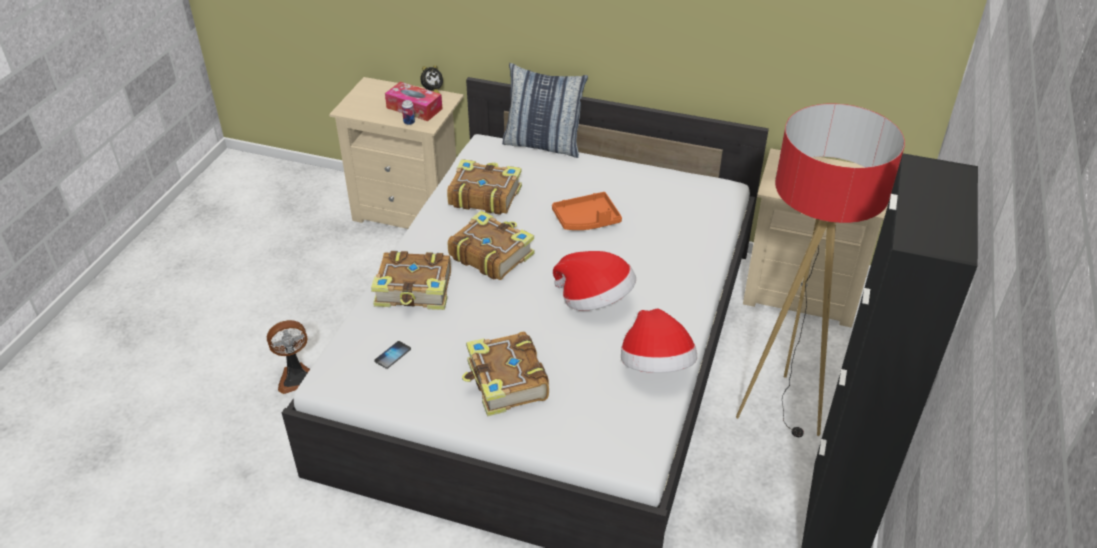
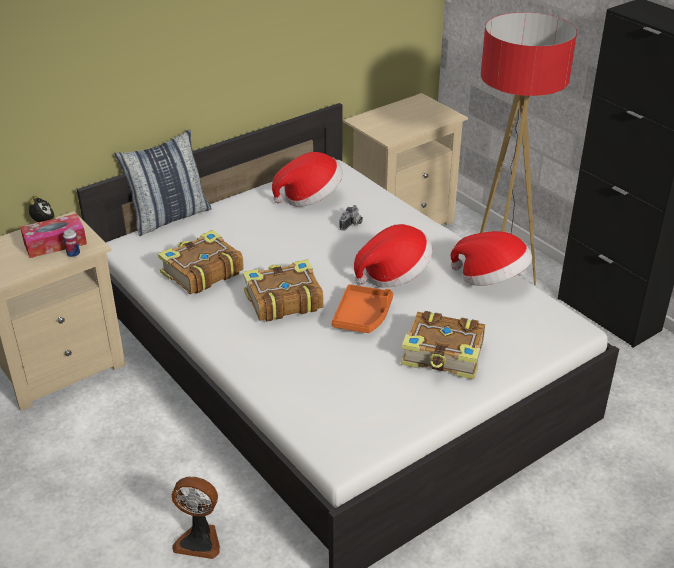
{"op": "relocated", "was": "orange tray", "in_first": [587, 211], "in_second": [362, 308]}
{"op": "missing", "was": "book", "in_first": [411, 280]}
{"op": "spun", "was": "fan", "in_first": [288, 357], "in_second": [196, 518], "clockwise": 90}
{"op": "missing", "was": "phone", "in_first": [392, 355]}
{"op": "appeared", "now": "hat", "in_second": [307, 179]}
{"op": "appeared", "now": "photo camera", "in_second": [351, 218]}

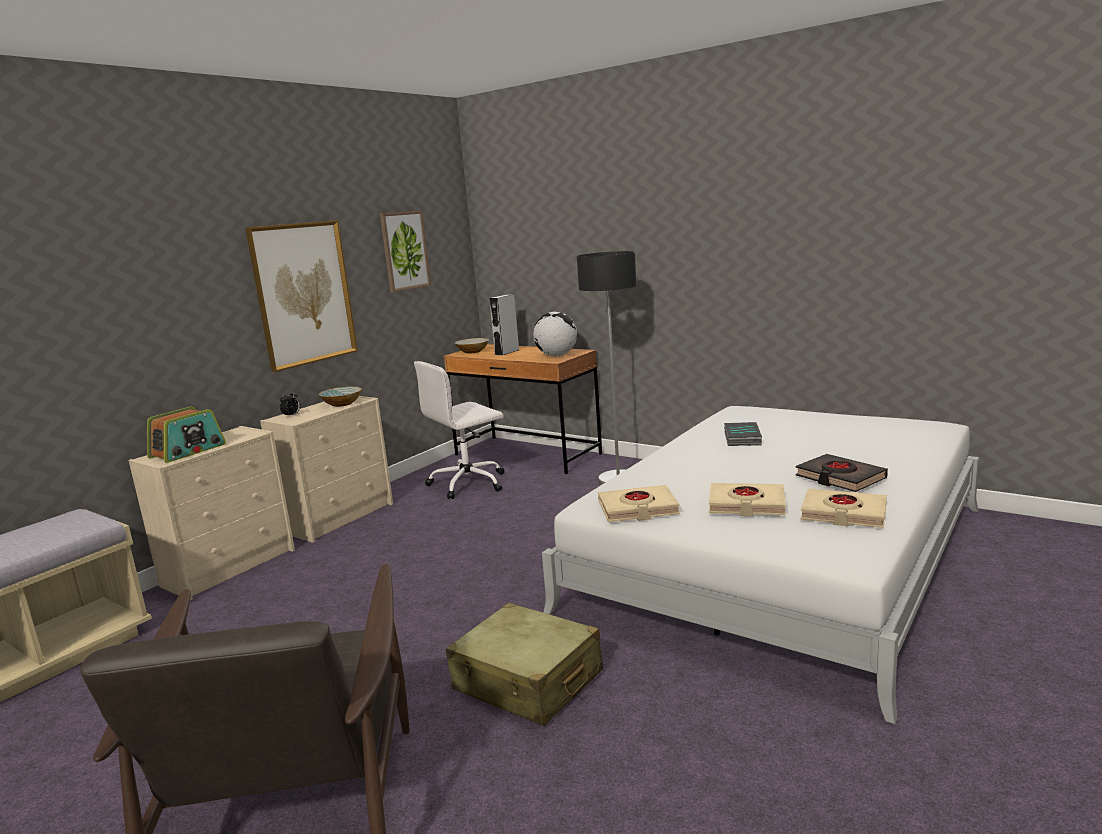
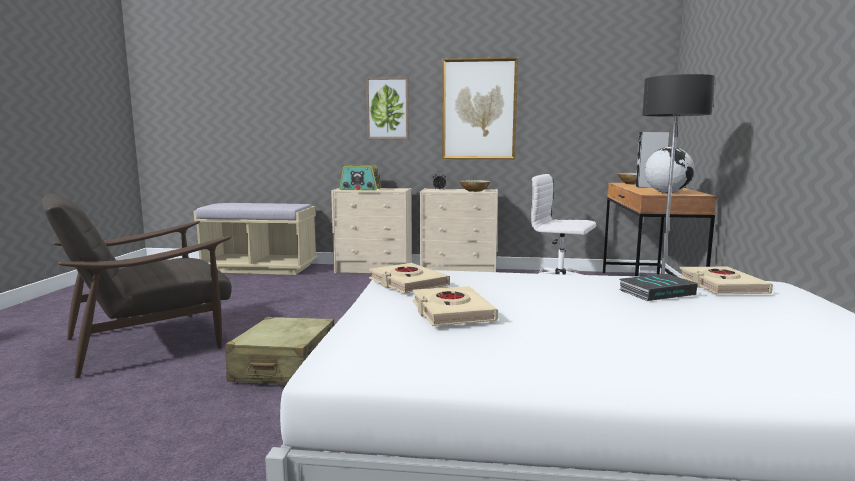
{"op": "relocated", "was": "picture", "in_first": [405, 251], "in_second": [387, 108]}
{"op": "missing", "was": "black book", "in_first": [842, 473]}
{"op": "relocated", "was": "beige book", "in_first": [844, 508], "in_second": [726, 280]}

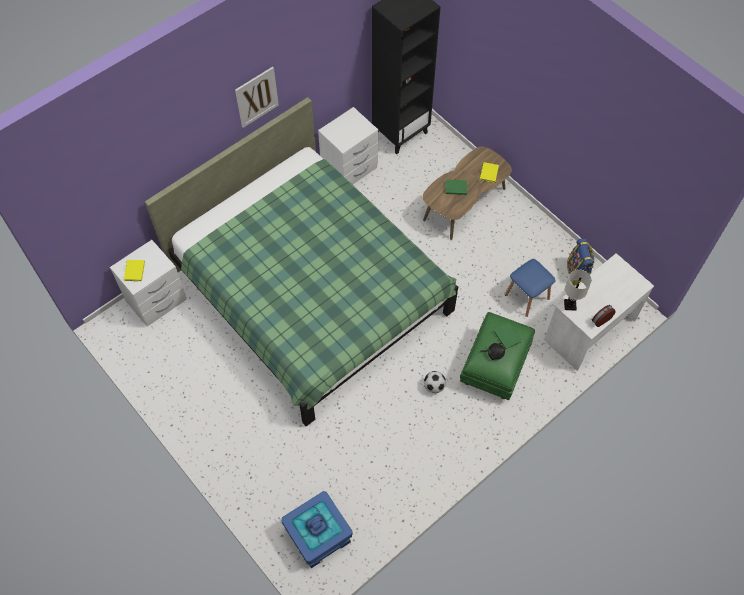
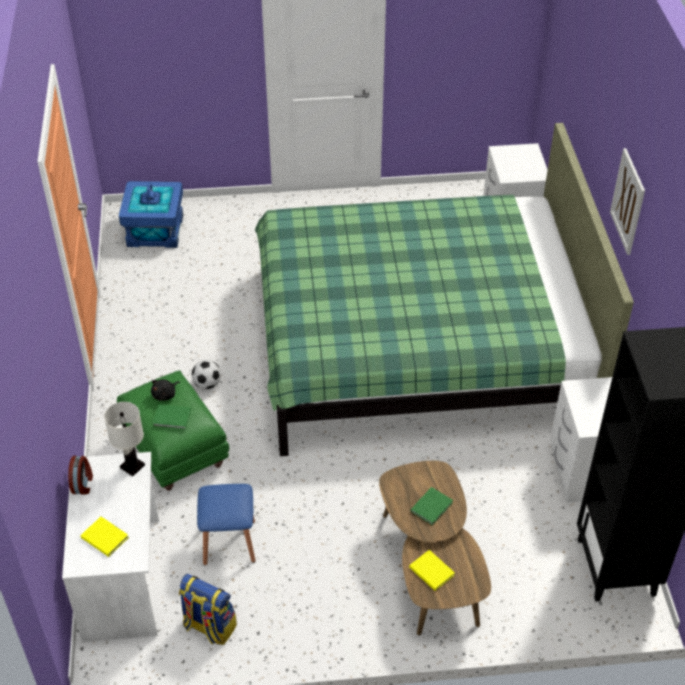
{"op": "relocated", "was": "yellow book", "in_first": [134, 270], "in_second": [105, 537]}

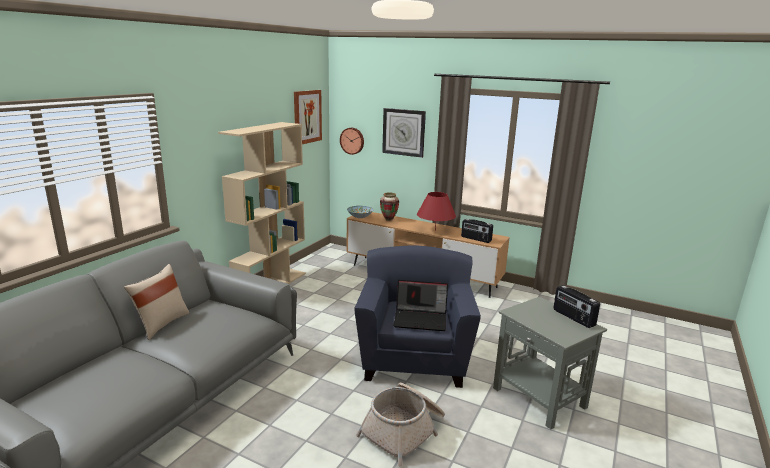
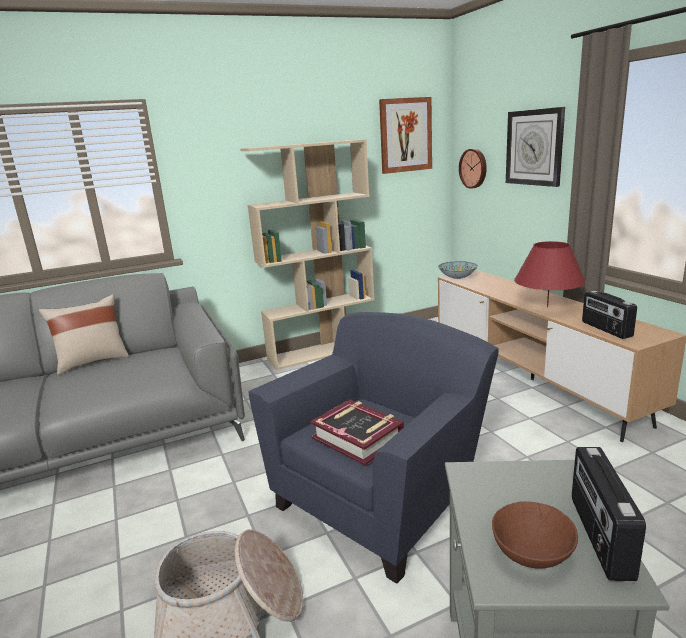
{"op": "missing", "was": "vase", "in_first": [389, 206]}
{"op": "exchanged", "was": "laptop", "now": "book", "in_first": [420, 305], "in_second": [357, 433]}
{"op": "appeared", "now": "brown bowl", "in_second": [535, 535]}

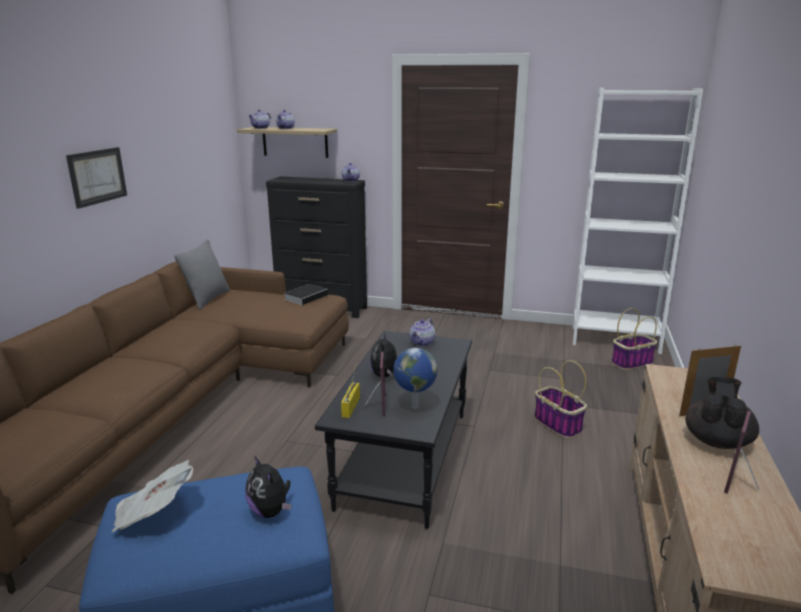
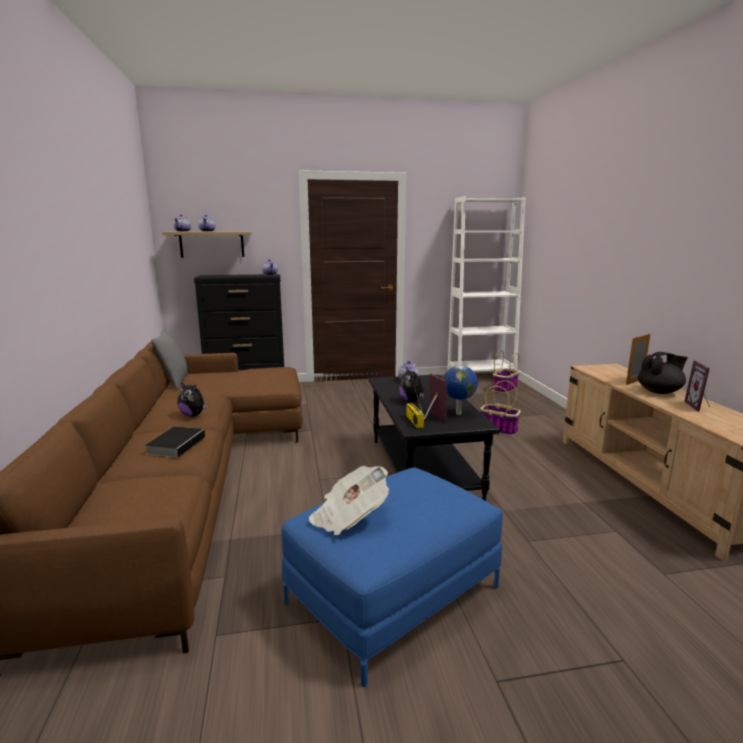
{"op": "missing", "was": "picture", "in_first": [96, 178]}
{"op": "relocated", "was": "book", "in_first": [306, 294], "in_second": [176, 442]}
{"op": "spun", "was": "black teapot", "in_first": [722, 413], "in_second": [663, 373], "clockwise": 75}
{"op": "relocated", "was": "plush toy", "in_first": [268, 487], "in_second": [193, 399]}

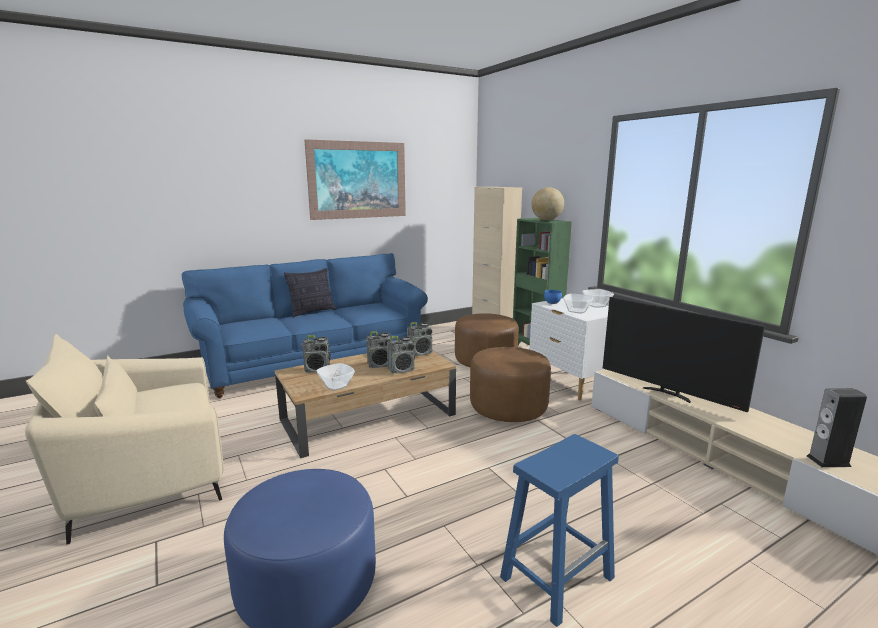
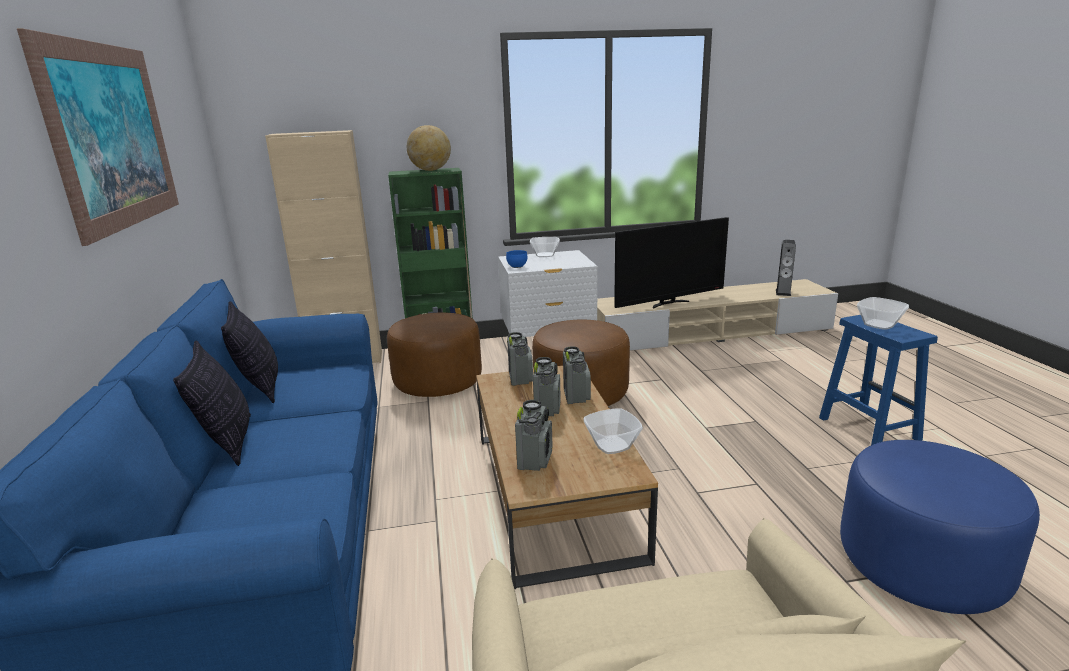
{"op": "relocated", "was": "bowl", "in_first": [578, 303], "in_second": [883, 313]}
{"op": "appeared", "now": "pillow", "in_second": [249, 352]}

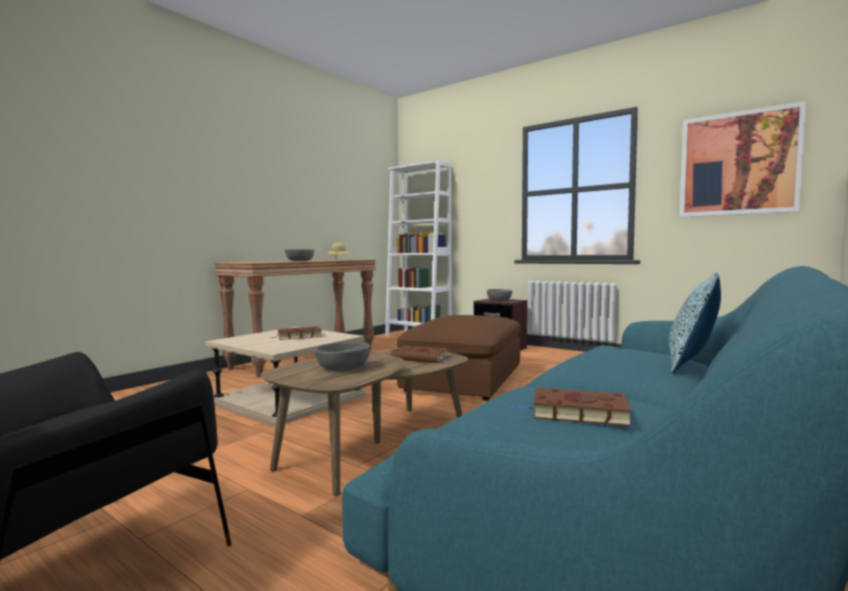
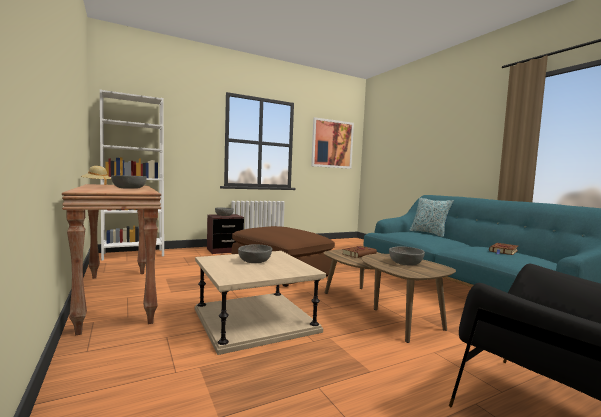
{"op": "exchanged", "was": "brown book", "now": "grey bowl", "in_first": [297, 333], "in_second": [255, 253]}

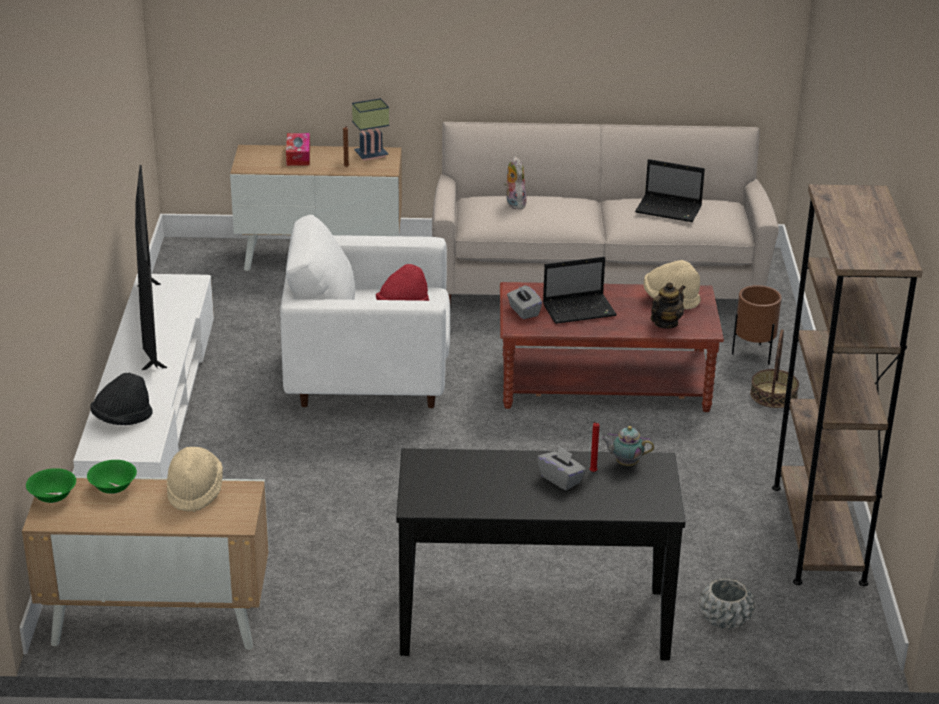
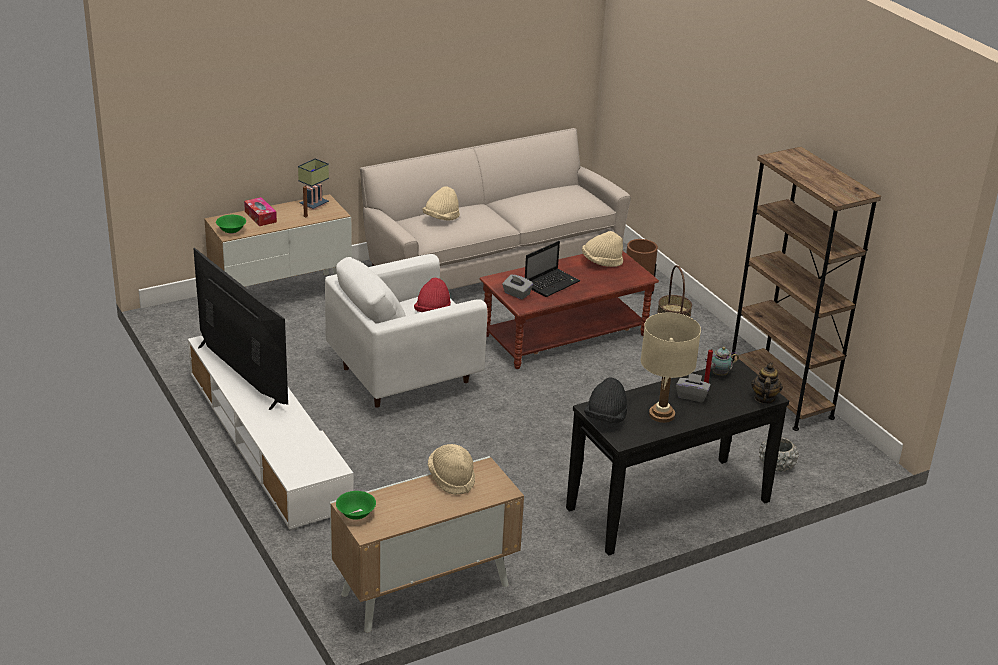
{"op": "exchanged", "was": "plush toy", "now": "beige hat", "in_first": [515, 183], "in_second": [441, 203]}
{"op": "missing", "was": "laptop", "in_first": [670, 190]}
{"op": "relocated", "was": "teapot", "in_first": [668, 305], "in_second": [767, 383]}
{"op": "relocated", "was": "black hat", "in_first": [121, 399], "in_second": [605, 400]}
{"op": "relocated", "was": "green bowl", "in_first": [112, 477], "in_second": [231, 224]}
{"op": "appeared", "now": "beige table lamp", "in_second": [671, 367]}

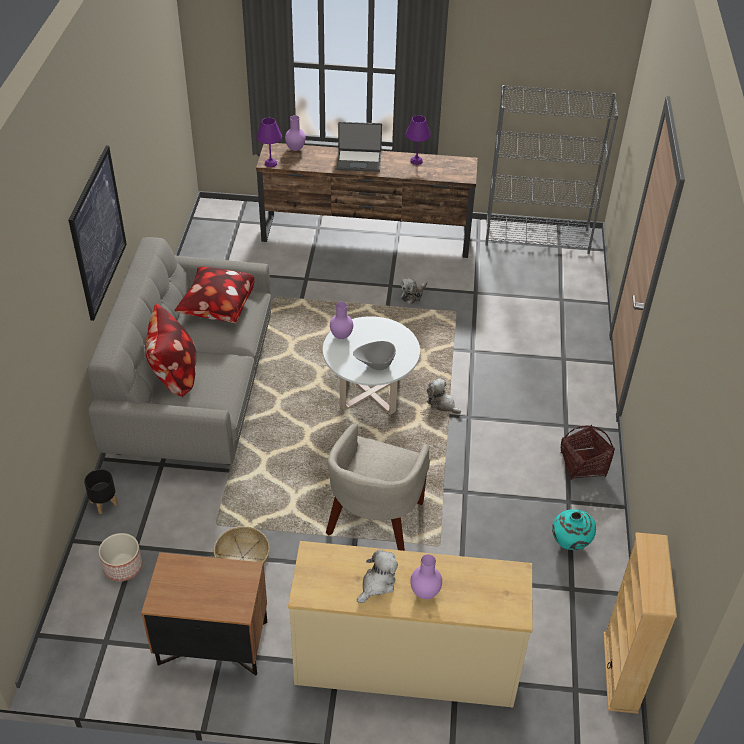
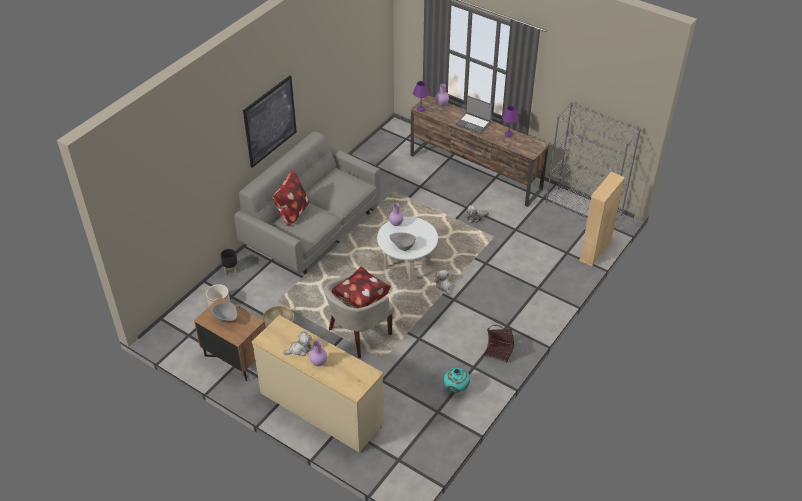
{"op": "relocated", "was": "pillow", "in_first": [214, 295], "in_second": [361, 287]}
{"op": "relocated", "was": "beige bookcase", "in_first": [640, 623], "in_second": [602, 219]}
{"op": "appeared", "now": "grey bowl", "in_second": [224, 312]}

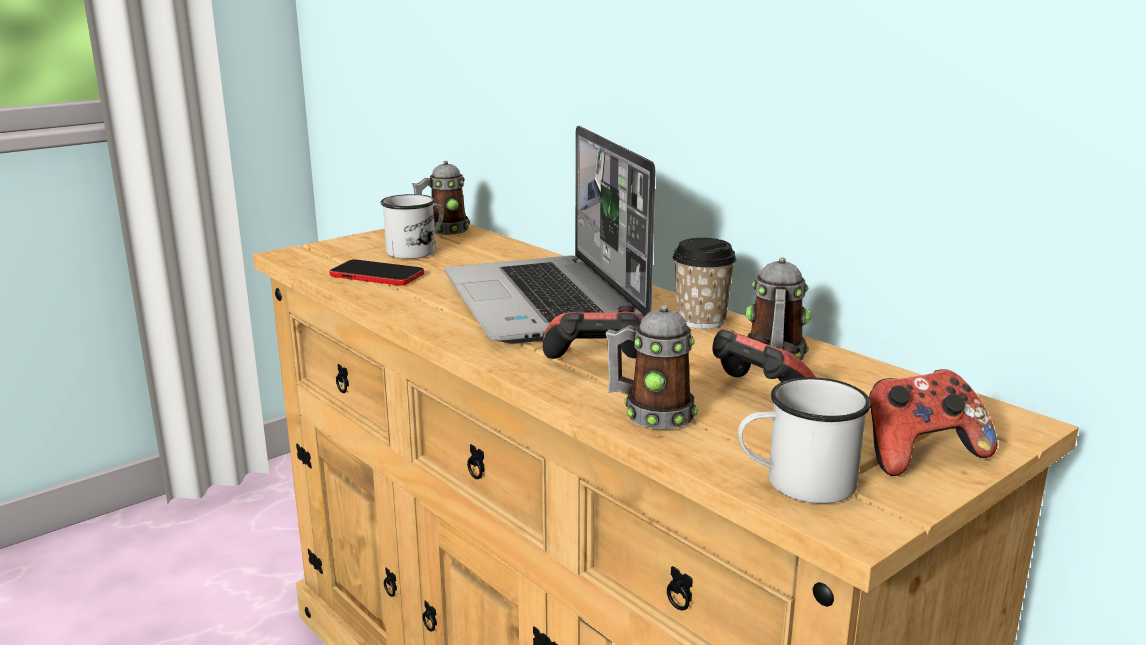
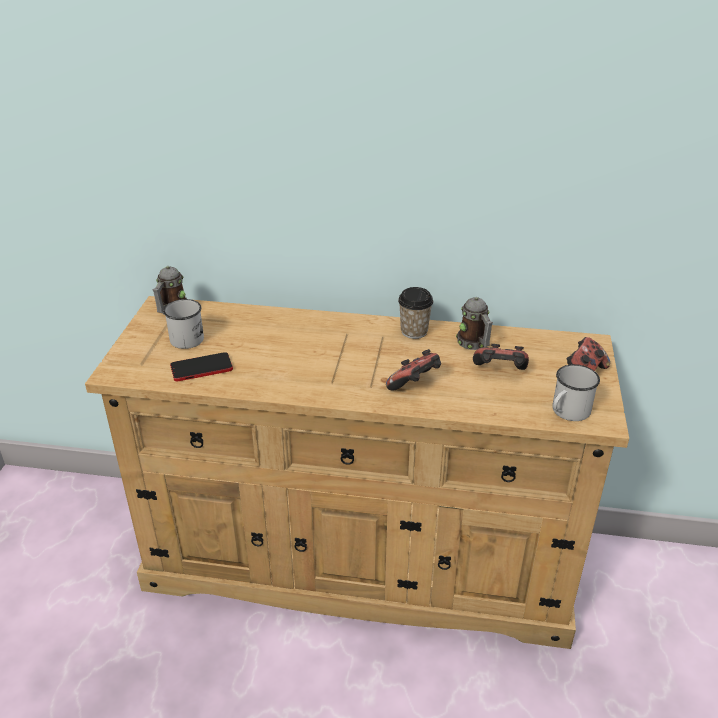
{"op": "missing", "was": "laptop", "in_first": [550, 235]}
{"op": "missing", "was": "mug", "in_first": [652, 367]}

